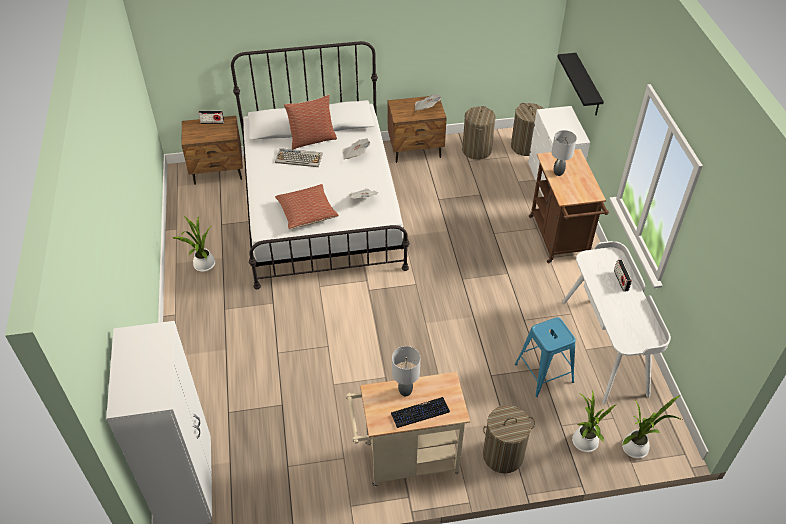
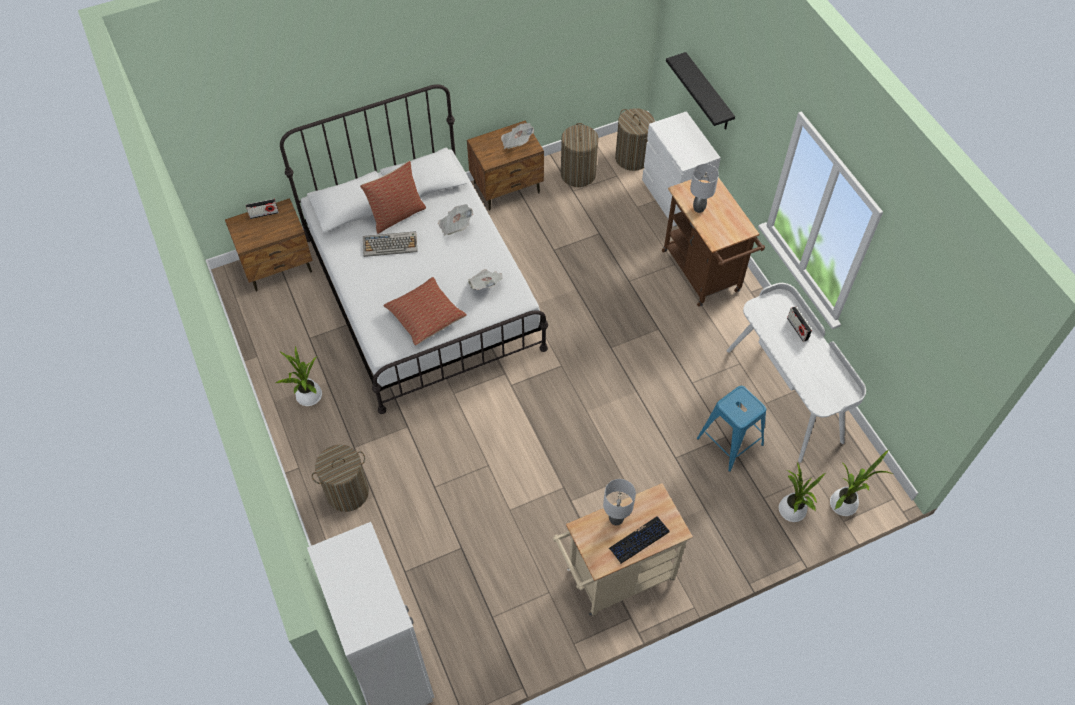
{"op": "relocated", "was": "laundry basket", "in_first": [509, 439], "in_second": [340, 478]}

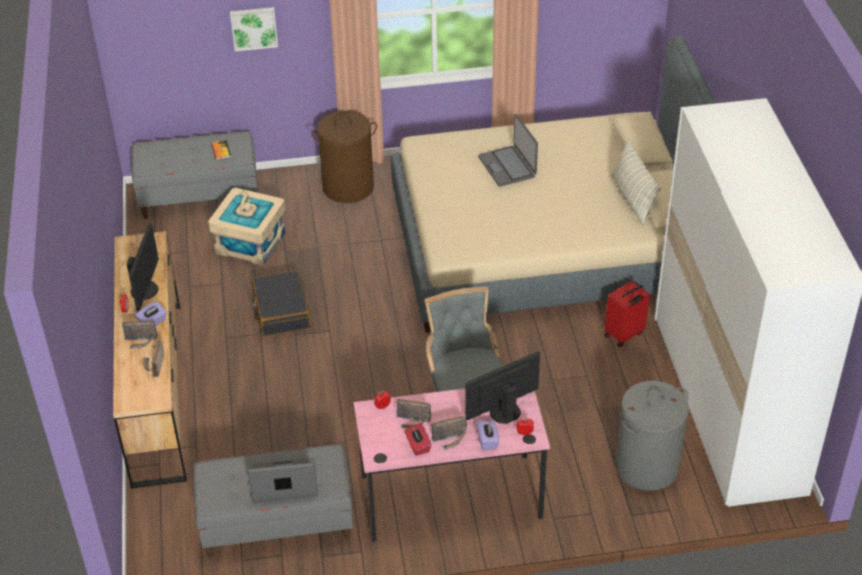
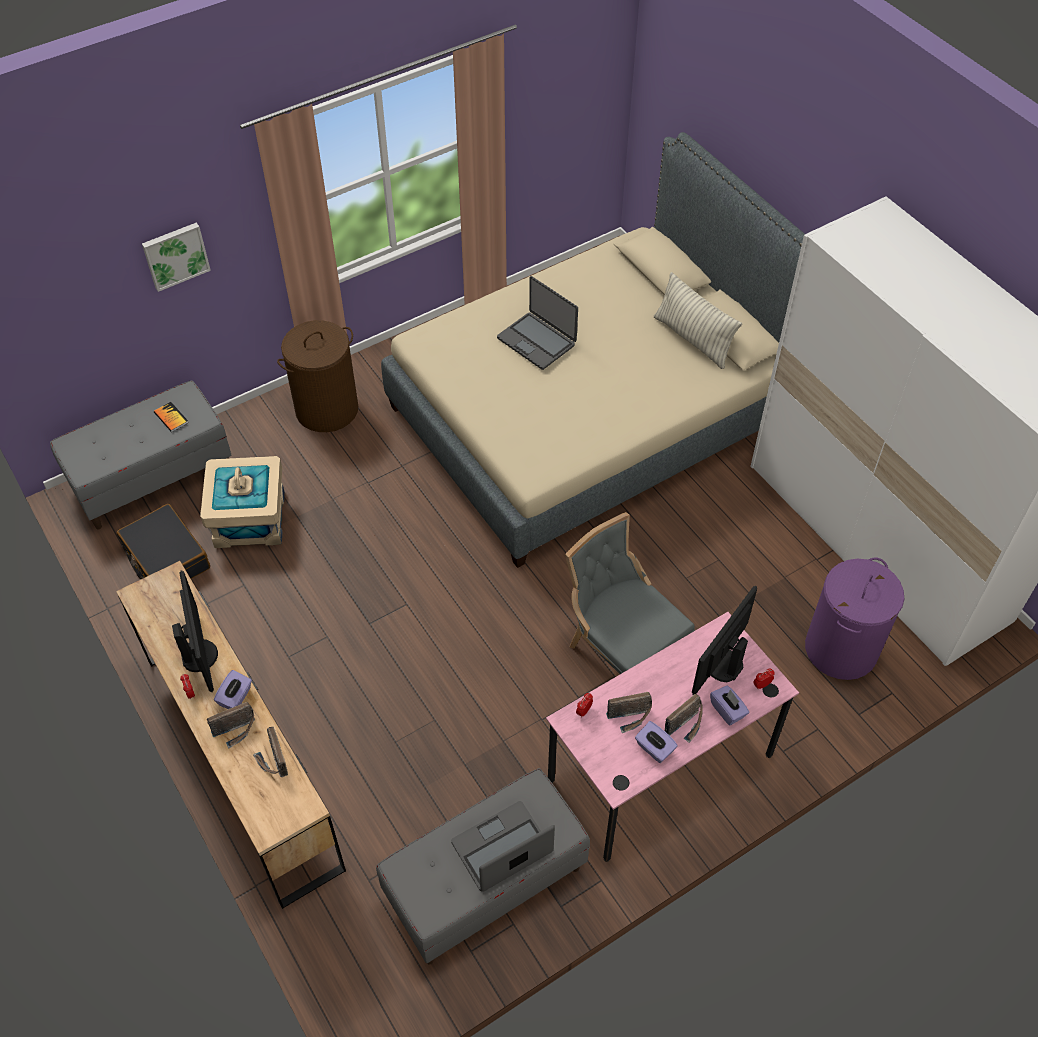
{"op": "relocated", "was": "black suitcase", "in_first": [281, 303], "in_second": [163, 541]}
{"op": "missing", "was": "red suitcase", "in_first": [627, 314]}
{"op": "colour", "was": "grey laundry basket", "now": "purple laundry basket", "in_first": [652, 435], "in_second": [854, 619]}
{"op": "colour", "was": "red tissue box", "now": "purple tissue box", "in_first": [418, 439], "in_second": [656, 742]}

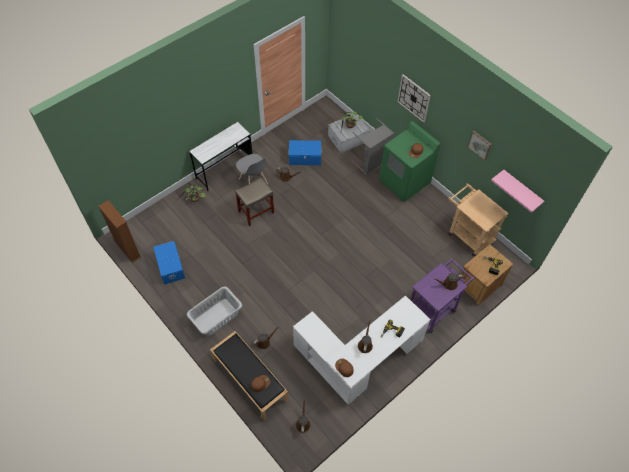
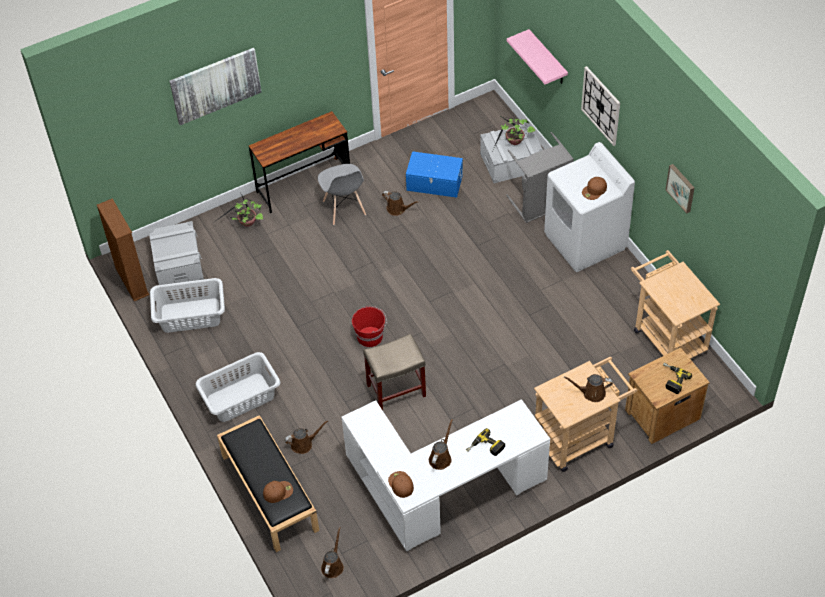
{"op": "colour", "was": "green washing machine", "now": "white washing machine", "in_first": [409, 161], "in_second": [589, 207]}
{"op": "colour", "was": "white desk", "now": "brown desk", "in_first": [220, 156], "in_second": [299, 162]}
{"op": "relocated", "was": "pink shelf", "in_first": [517, 191], "in_second": [537, 56]}
{"op": "relocated", "was": "beige stool", "in_first": [254, 201], "in_second": [394, 372]}
{"op": "exchanged", "was": "blue storage box", "now": "grey laundry basket", "in_first": [169, 263], "in_second": [187, 305]}
{"op": "colour", "was": "purple cart", "now": "beige cart", "in_first": [442, 295], "in_second": [585, 414]}
{"op": "appeared", "now": "picture", "in_second": [215, 86]}
{"op": "appeared", "now": "grey storage box", "in_second": [176, 253]}
{"op": "appeared", "now": "red bucket", "in_second": [369, 326]}

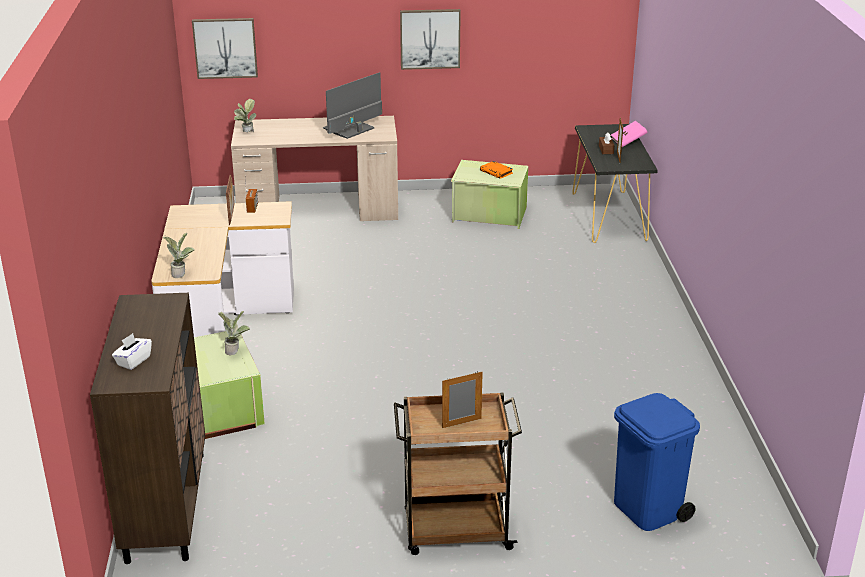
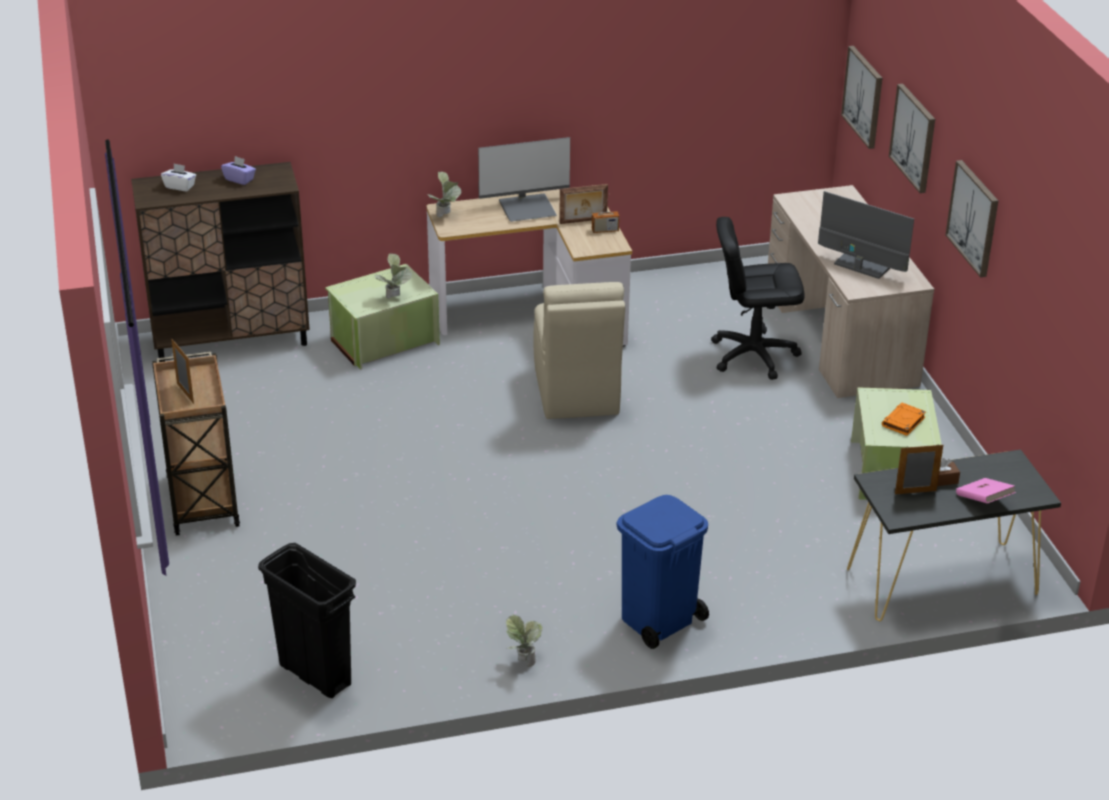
{"op": "relocated", "was": "potted plant", "in_first": [245, 115], "in_second": [524, 641]}
{"op": "relocated", "was": "blue trash can", "in_first": [657, 462], "in_second": [663, 572]}
{"op": "appeared", "now": "picture", "in_second": [912, 138]}
{"op": "appeared", "now": "monitor", "in_second": [524, 179]}
{"op": "appeared", "now": "purple tissue box", "in_second": [238, 170]}
{"op": "appeared", "now": "black office chair", "in_second": [758, 298]}
{"op": "appeared", "now": "beige chair", "in_second": [579, 350]}
{"op": "appeared", "now": "black trash can", "in_second": [307, 620]}

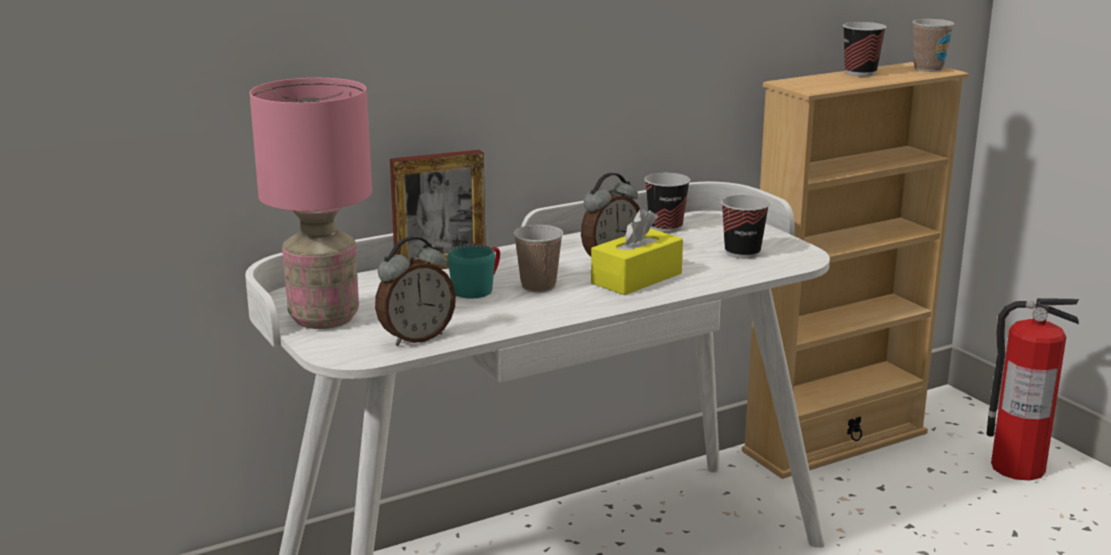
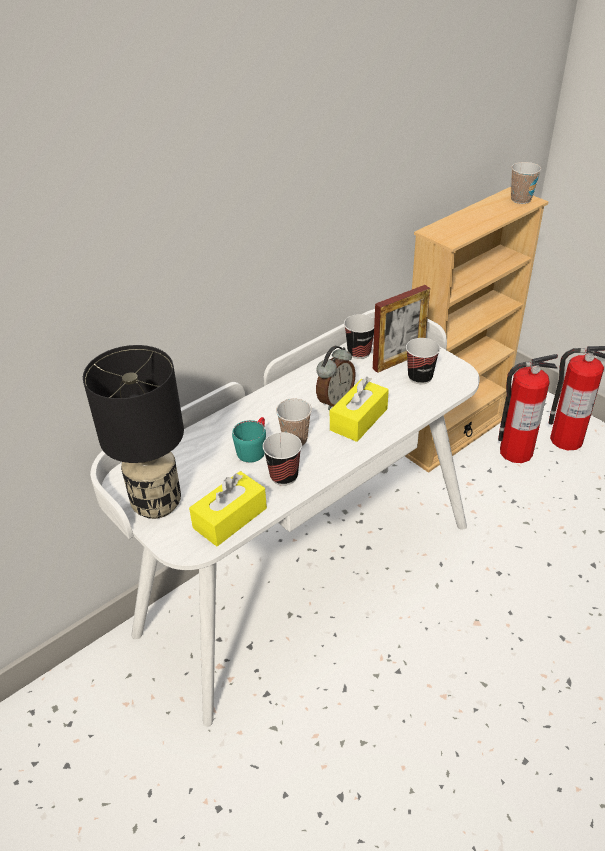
{"op": "relocated", "was": "cup", "in_first": [865, 49], "in_second": [282, 459]}
{"op": "colour", "was": "pink table lamp", "now": "black table lamp", "in_first": [311, 203], "in_second": [133, 432]}
{"op": "relocated", "was": "picture frame", "in_first": [438, 209], "in_second": [401, 329]}
{"op": "exchanged", "was": "alarm clock", "now": "yellow tissue box", "in_first": [415, 291], "in_second": [228, 508]}
{"op": "appeared", "now": "fire extinguisher", "in_second": [528, 408]}

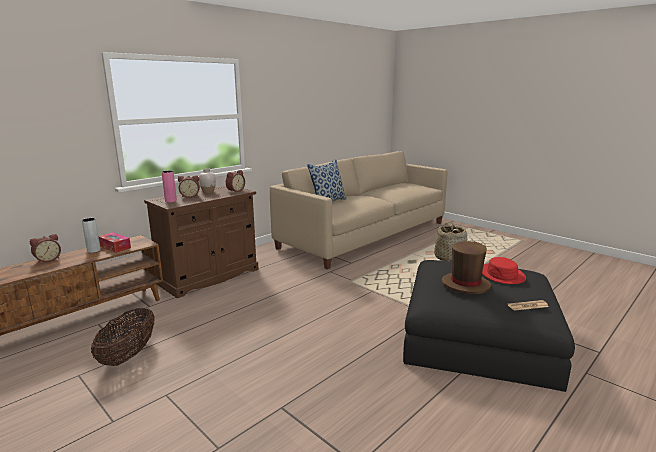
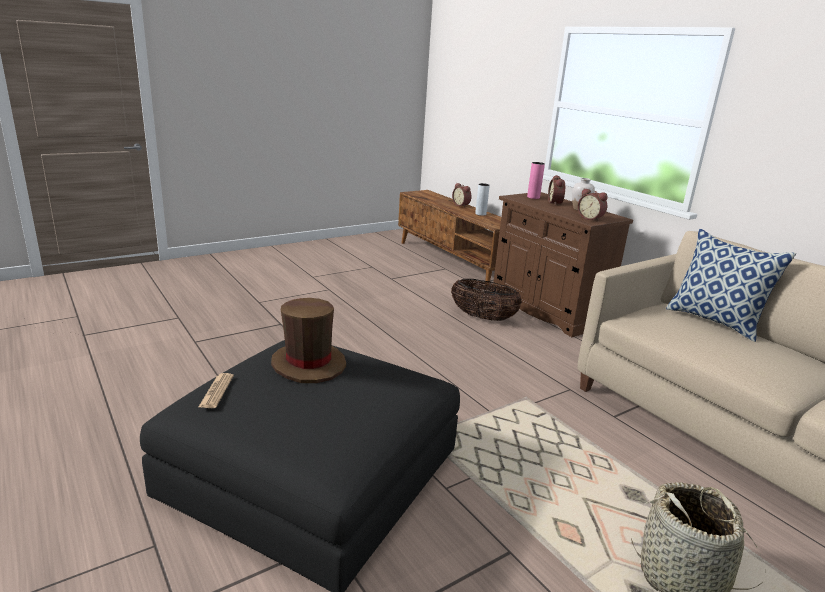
{"op": "missing", "was": "tissue box", "in_first": [115, 242]}
{"op": "missing", "was": "red hat", "in_first": [504, 270]}
{"op": "relocated", "was": "basket", "in_first": [123, 336], "in_second": [486, 300]}

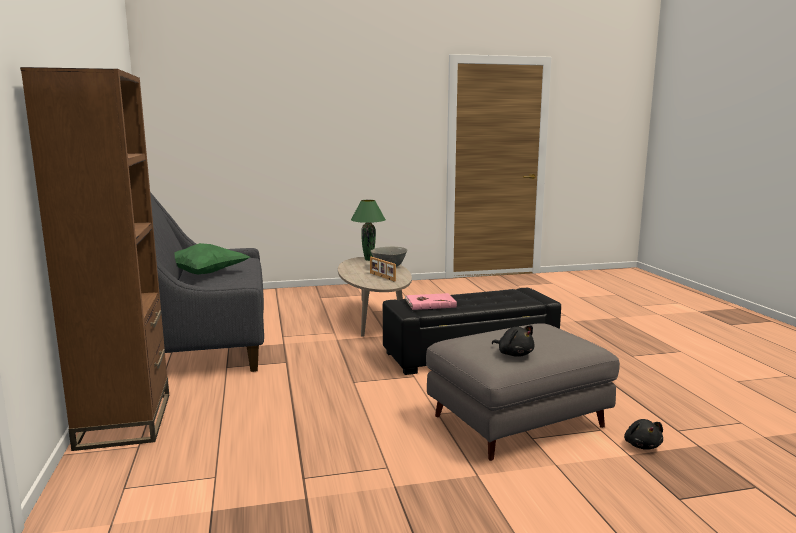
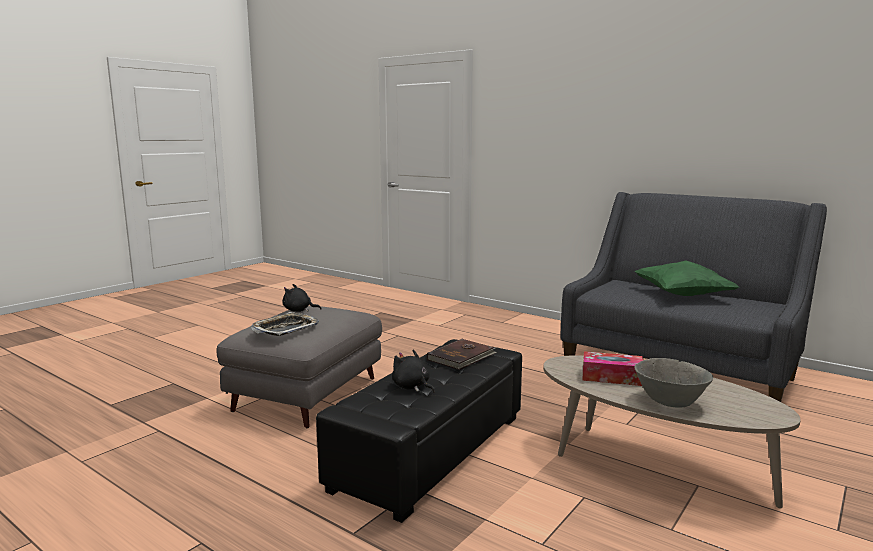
{"op": "missing", "was": "brown bookcase", "in_first": [94, 259]}
{"op": "missing", "was": "green table lamp", "in_first": [368, 230]}
{"op": "exchanged", "was": "picture frame", "now": "tissue box", "in_first": [383, 269], "in_second": [612, 368]}
{"op": "colour", "was": "pink book", "now": "brown book", "in_first": [431, 301], "in_second": [462, 354]}
{"op": "relocated", "was": "black plush toy", "in_first": [643, 434], "in_second": [413, 371]}
{"op": "appeared", "now": "tray", "in_second": [285, 324]}

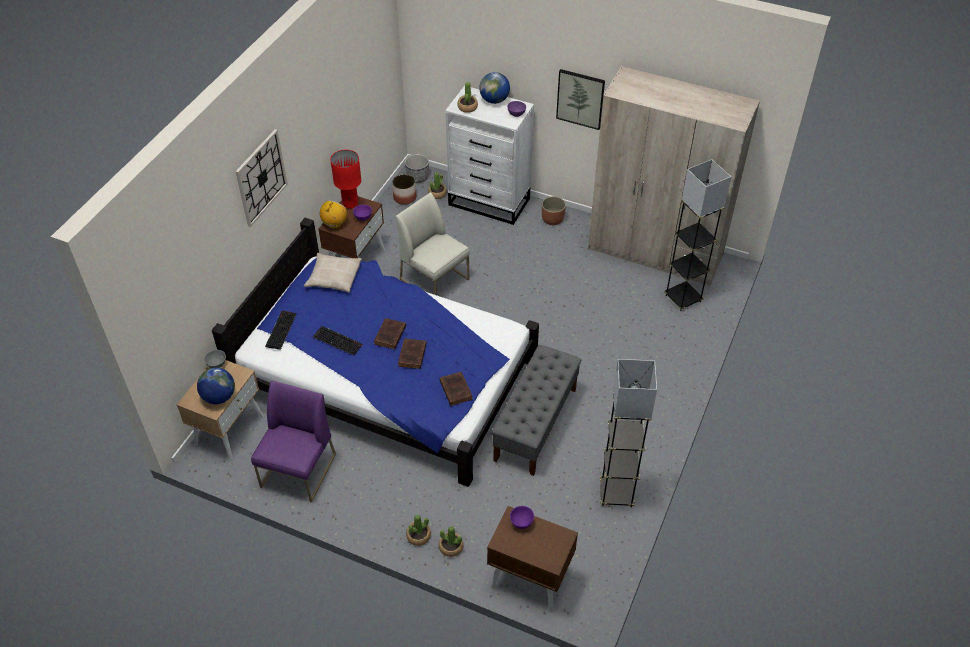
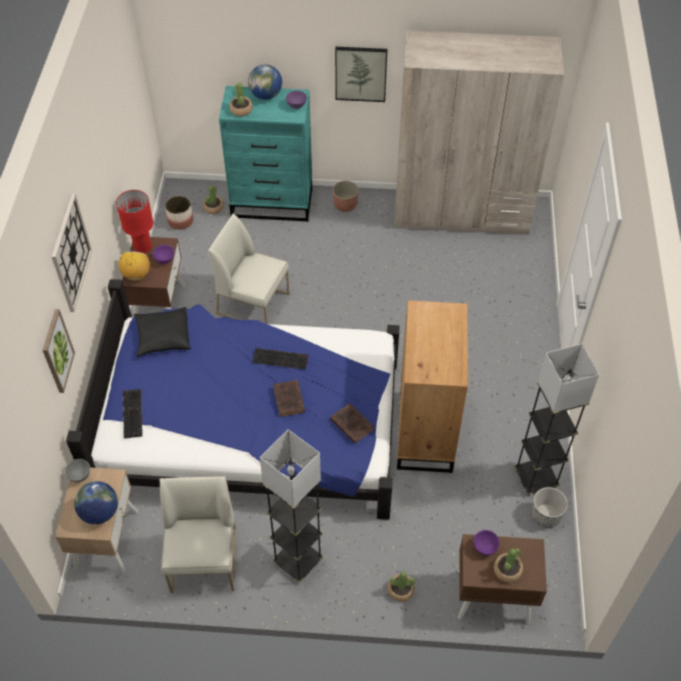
{"op": "colour", "was": "white dresser", "now": "turquoise dresser", "in_first": [489, 155], "in_second": [265, 154]}
{"op": "relocated", "was": "planter", "in_first": [417, 168], "in_second": [549, 507]}
{"op": "relocated", "was": "grey floor lamp", "in_first": [697, 235], "in_second": [291, 506]}
{"op": "colour", "was": "beige pillow", "now": "black pillow", "in_first": [333, 273], "in_second": [162, 332]}
{"op": "missing", "was": "brown book", "in_first": [390, 333]}
{"op": "relocated", "was": "keyboard", "in_first": [338, 340], "in_second": [280, 359]}
{"op": "exchanged", "was": "grey bench", "now": "brown dresser", "in_first": [536, 410], "in_second": [432, 386]}
{"op": "colour", "was": "purple chair", "now": "white chair", "in_first": [293, 441], "in_second": [198, 534]}
{"op": "relocated", "was": "potted plant", "in_first": [418, 530], "in_second": [508, 565]}
{"op": "appeared", "now": "picture", "in_second": [59, 351]}

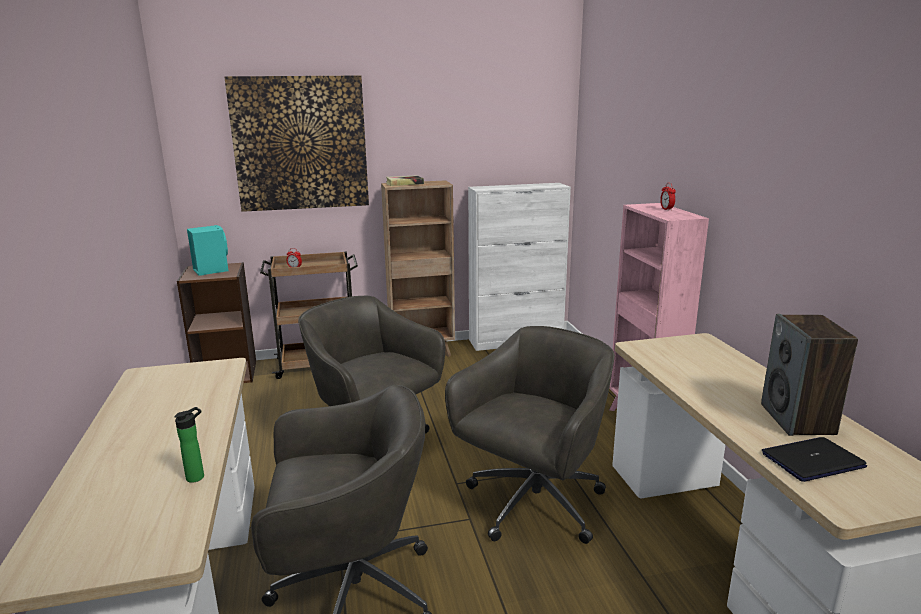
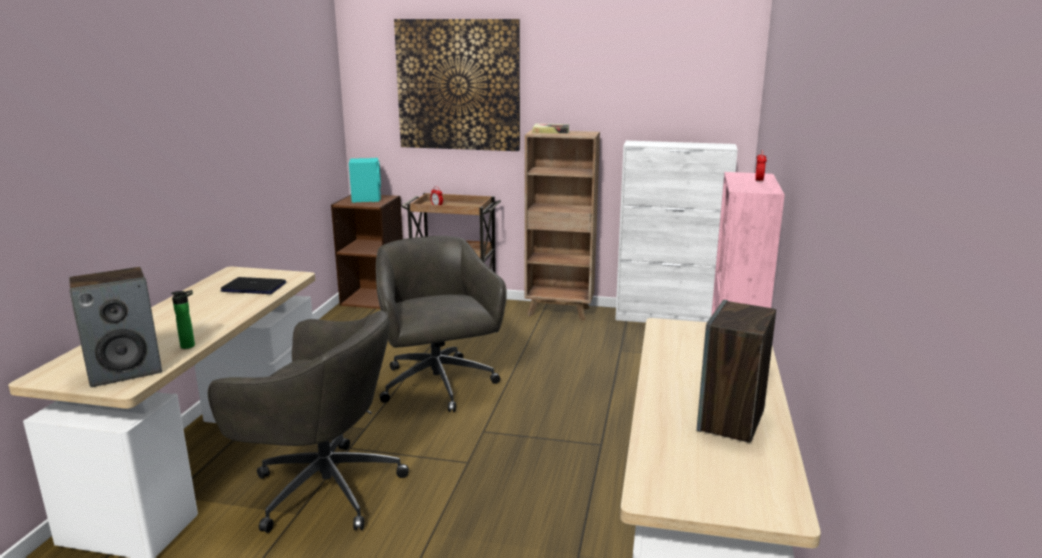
{"op": "missing", "was": "grey office chair", "in_first": [530, 435]}
{"op": "relocated", "was": "laptop", "in_first": [814, 459], "in_second": [253, 285]}
{"op": "appeared", "now": "speaker", "in_second": [115, 327]}

